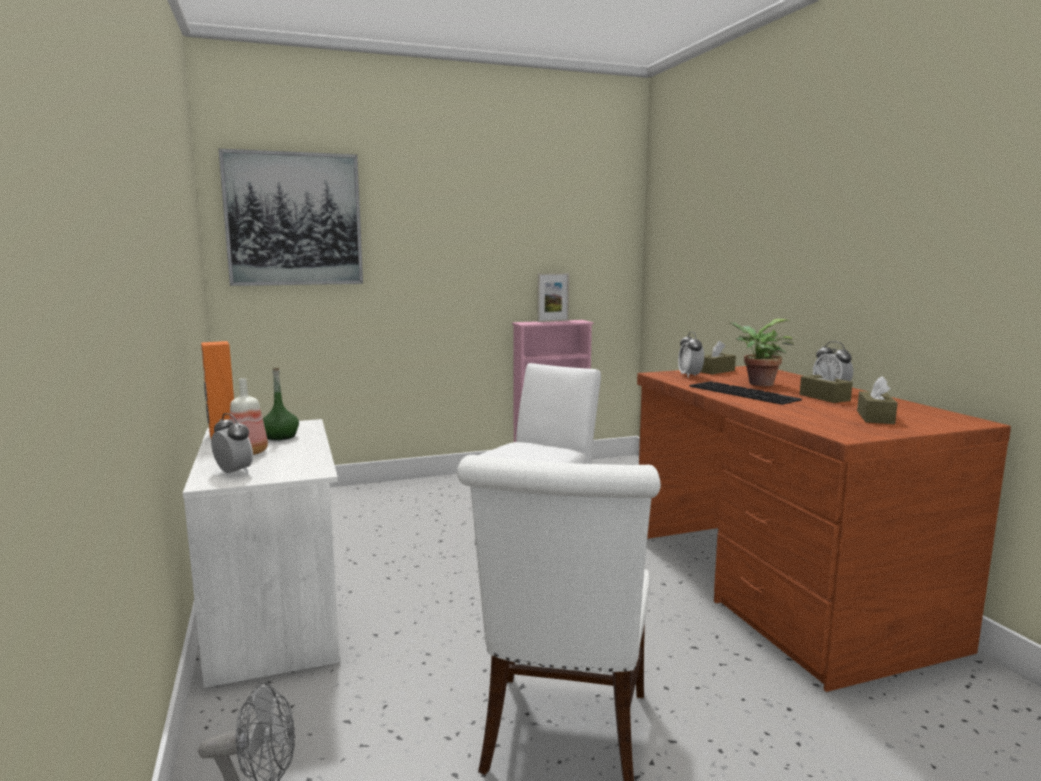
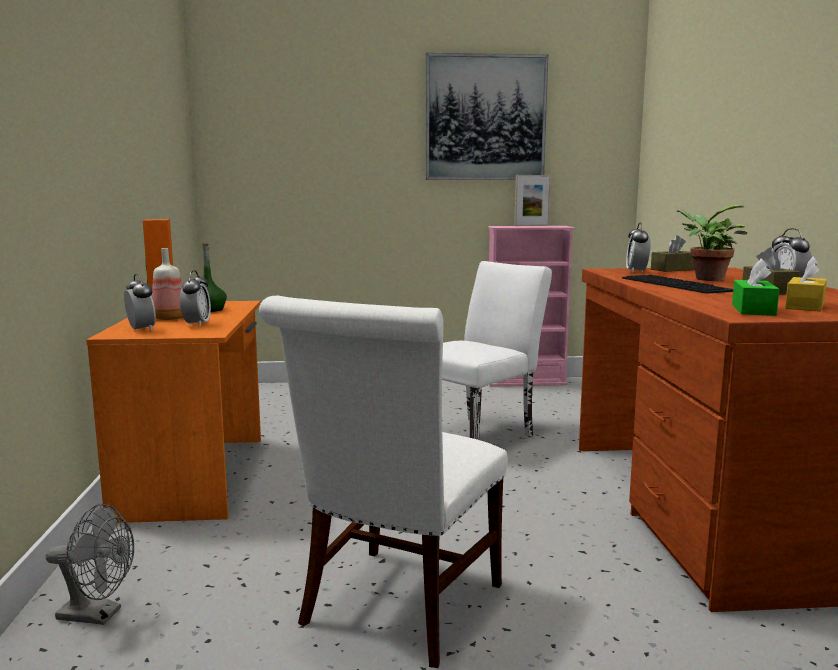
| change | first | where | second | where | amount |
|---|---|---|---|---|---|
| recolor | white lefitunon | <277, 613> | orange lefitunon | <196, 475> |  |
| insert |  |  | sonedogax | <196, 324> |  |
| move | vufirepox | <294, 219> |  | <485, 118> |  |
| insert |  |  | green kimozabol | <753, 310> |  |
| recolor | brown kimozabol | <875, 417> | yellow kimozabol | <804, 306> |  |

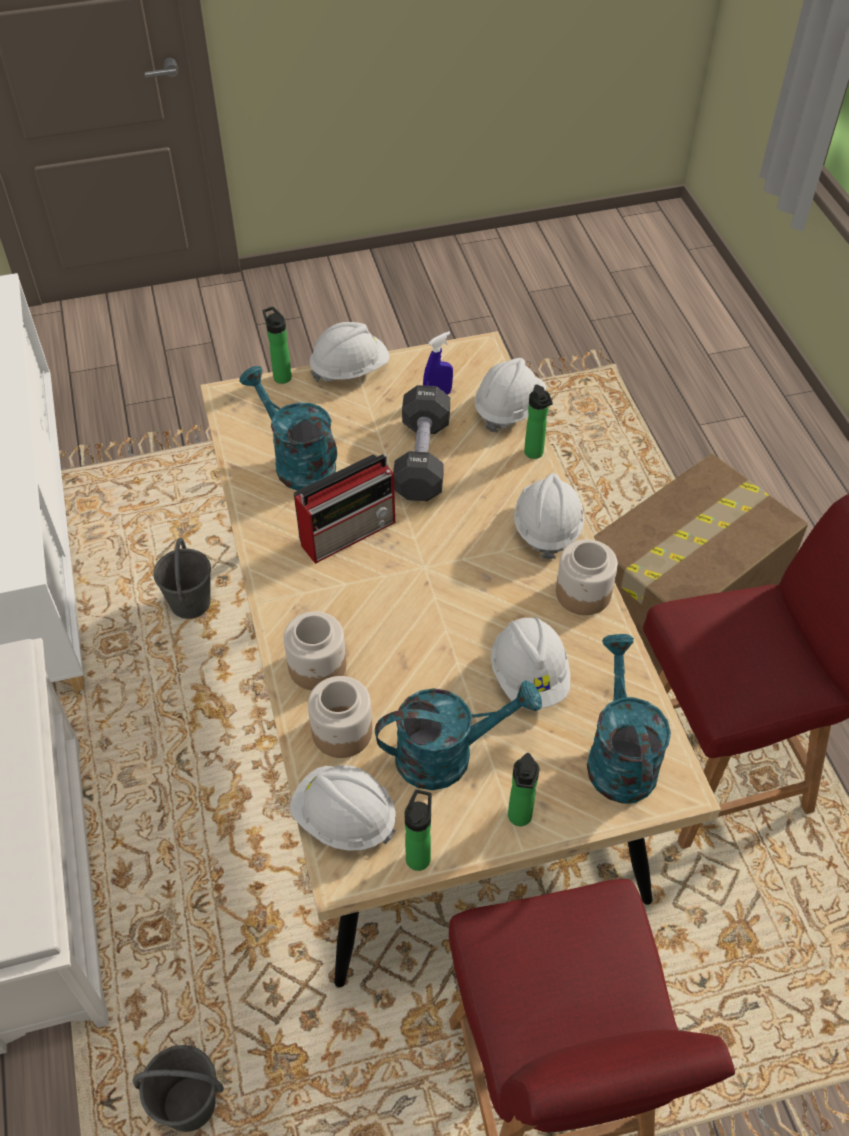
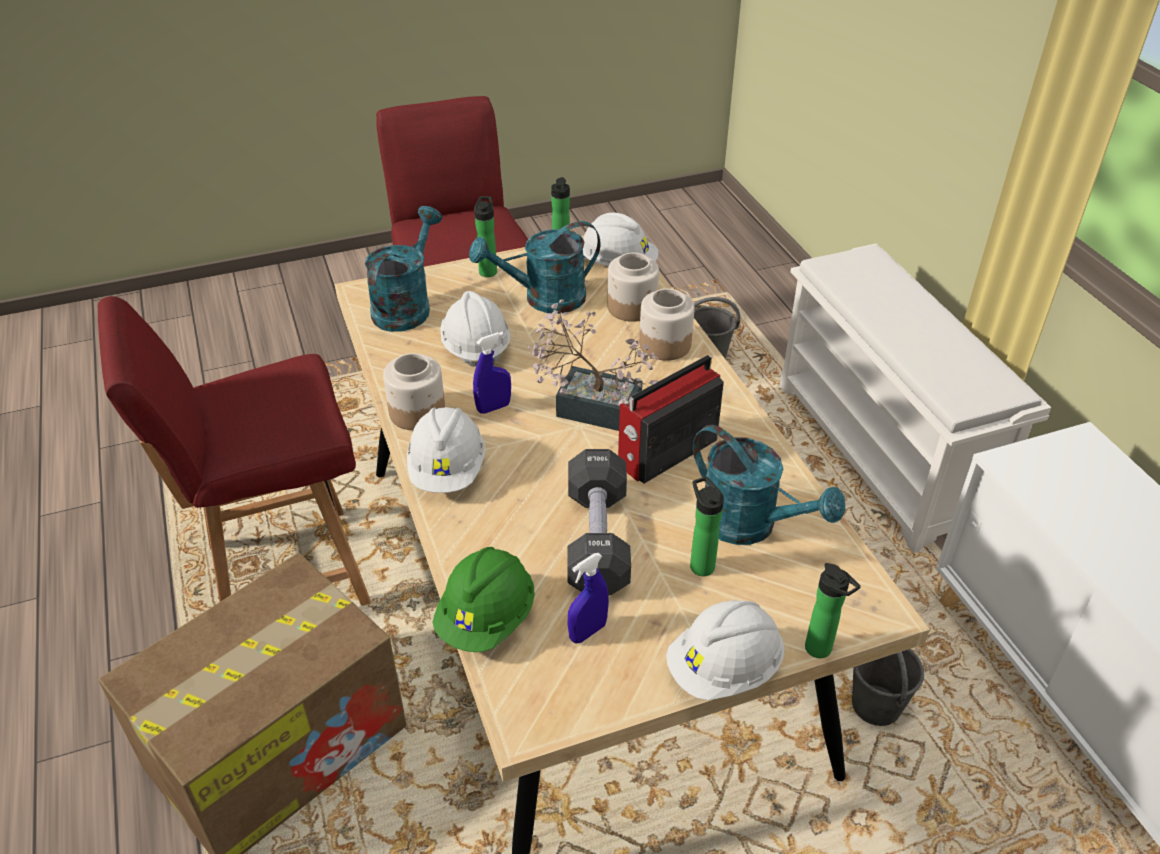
| change | first | where | second | where | amount |
|---|---|---|---|---|---|
| rotate | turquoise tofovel | <619, 755> |  | <406, 306> | 150 degrees counterclockwise |
| recolor | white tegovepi | <508, 408> | green tegovepi | <487, 619> |  |
| insert |  |  | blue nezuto | <493, 407> |  |
| insert |  |  | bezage | <589, 406> |  |
| move | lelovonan | <535, 454> |  | <700, 564> |  |

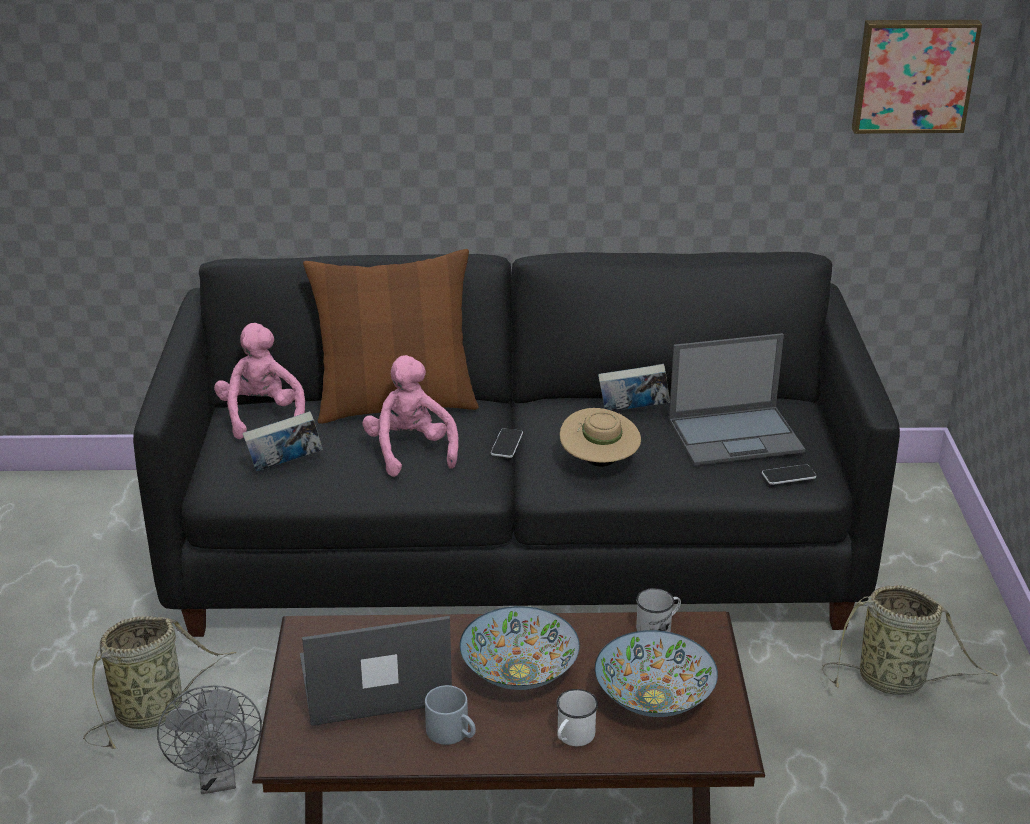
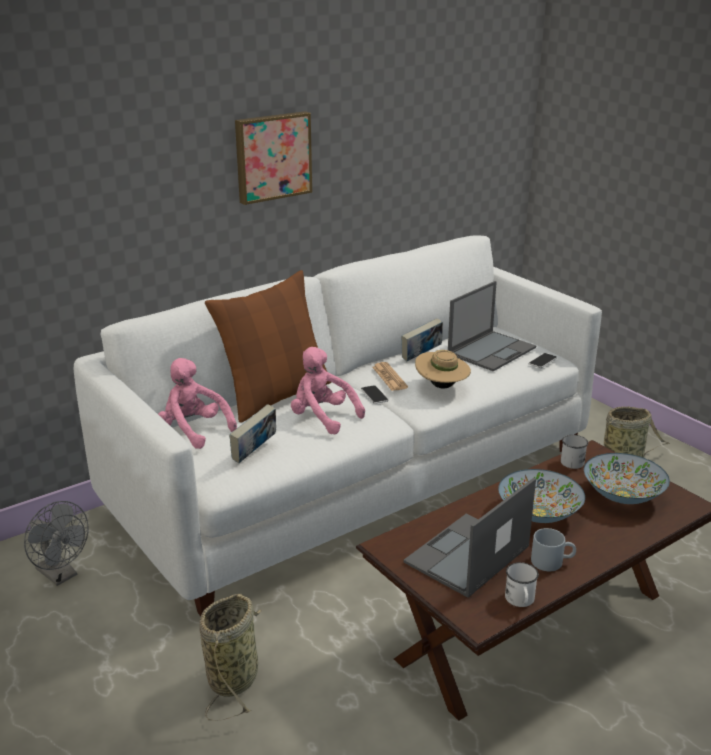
| change | first | where | second | where | amount |
|---|---|---|---|---|---|
| move | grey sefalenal | <218, 779> |  | <61, 575> |  |
| recolor | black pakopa | <516, 550> | white pakopa | <356, 481> |  |
| move | vufirepox | <913, 75> |  | <272, 156> |  |
| insert |  |  | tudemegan | <389, 377> |  |
| move | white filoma | <572, 737> |  | <520, 601> |  |

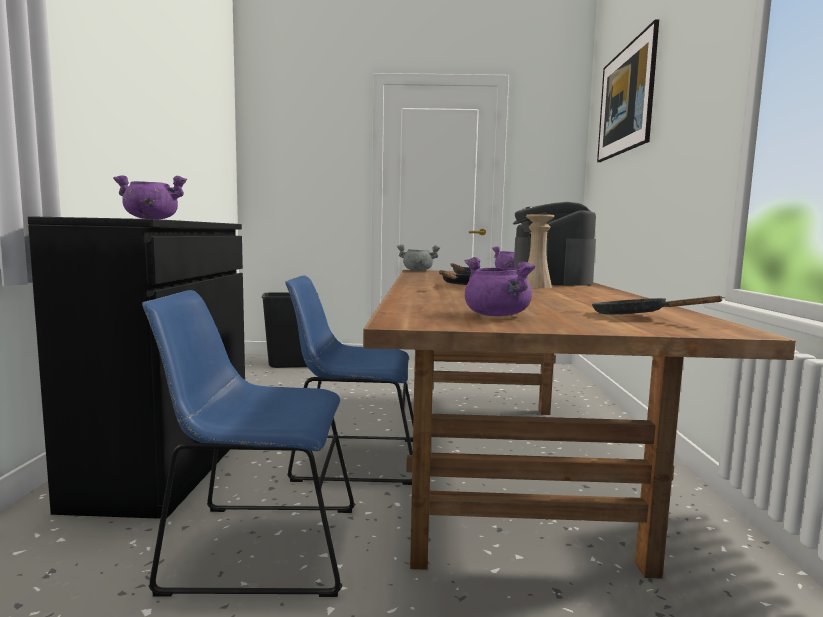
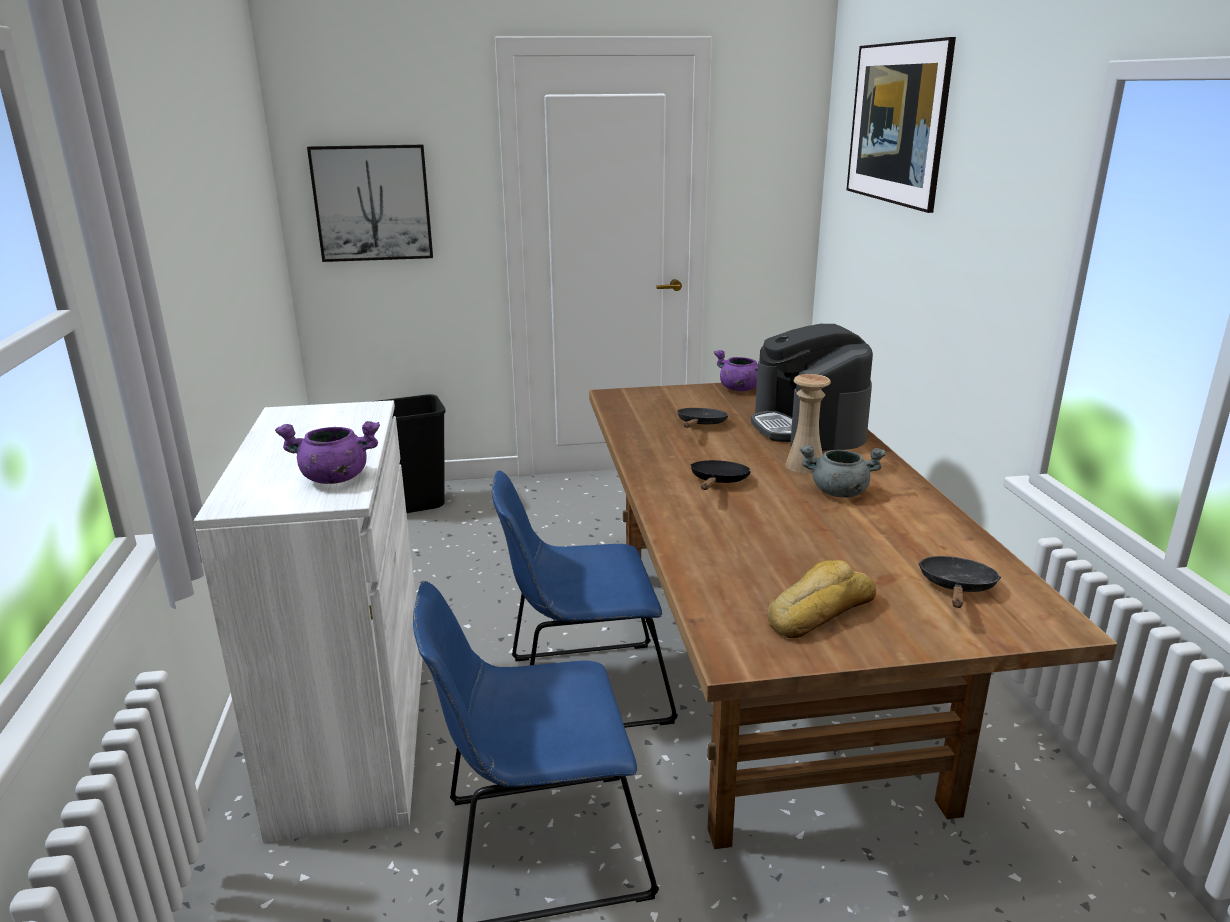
| change | first | where | second | where | amount |
|---|---|---|---|---|---|
| recolor | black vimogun | <165, 465> | white vimogun | <353, 738> |  |
| insert |  |  | vufirepox | <372, 203> |  |
| replace | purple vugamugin | <497, 315> | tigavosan | <817, 611> |  |
| move | grey vugamugin | <417, 271> |  | <838, 492> |  |
| rotate | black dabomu | <636, 316> |  | <956, 588> | 75 degrees clockwise |

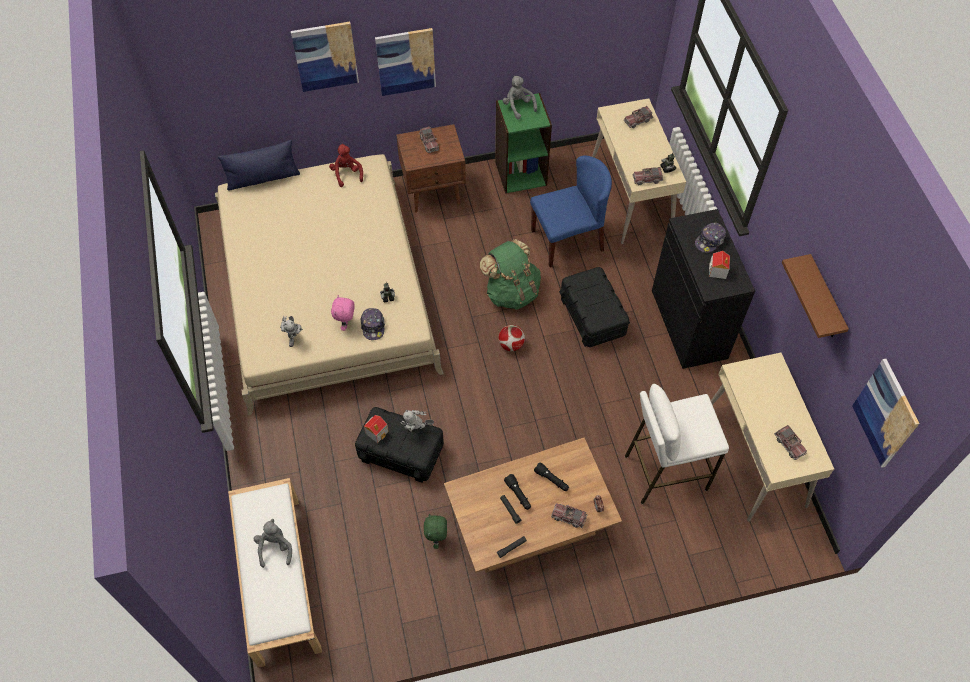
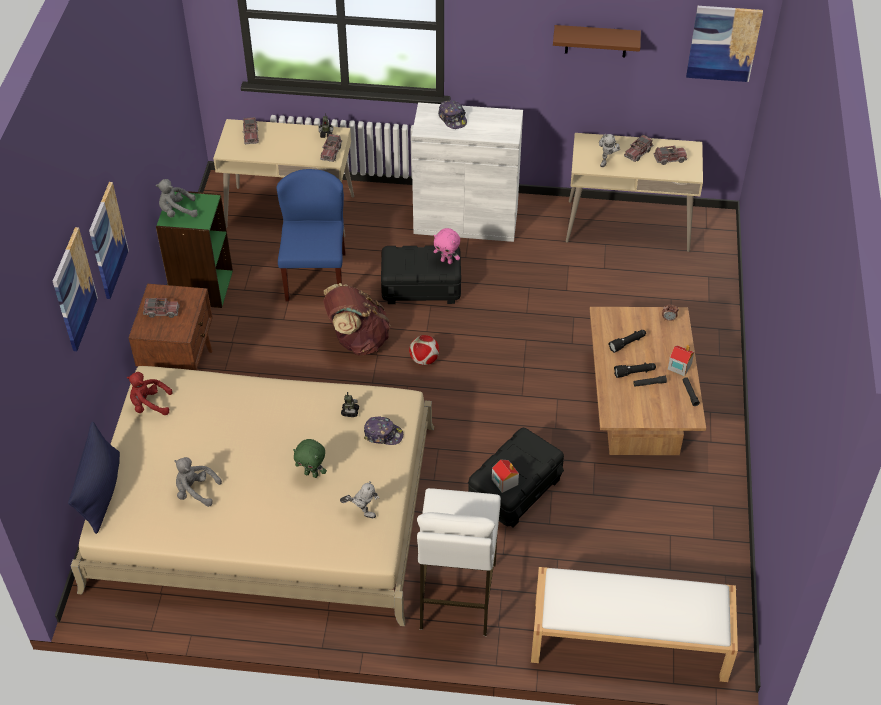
| change | first | where | second | where | amount |
|---|---|---|---|---|---|
| move | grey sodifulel | <275, 547> |  | <195, 491> |  |
| move | green sodifulel | <437, 538> |  | <312, 474> |  |
| recolor | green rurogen | <511, 292> | brown rurogen | <357, 340> |  |
| recolor | black vimogun | <689, 324> | white vimogun | <466, 220> |  |
| move | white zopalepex | <665, 471> |  | <456, 596> |  |
| move | pink sodifulel | <346, 324> |  | <447, 261> |  |
| move | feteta | <417, 430> |  | <607, 160> |  |
| move | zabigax | <568, 517> |  | <638, 153> |  |
| move | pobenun | <717, 270> |  | <679, 366> |  |

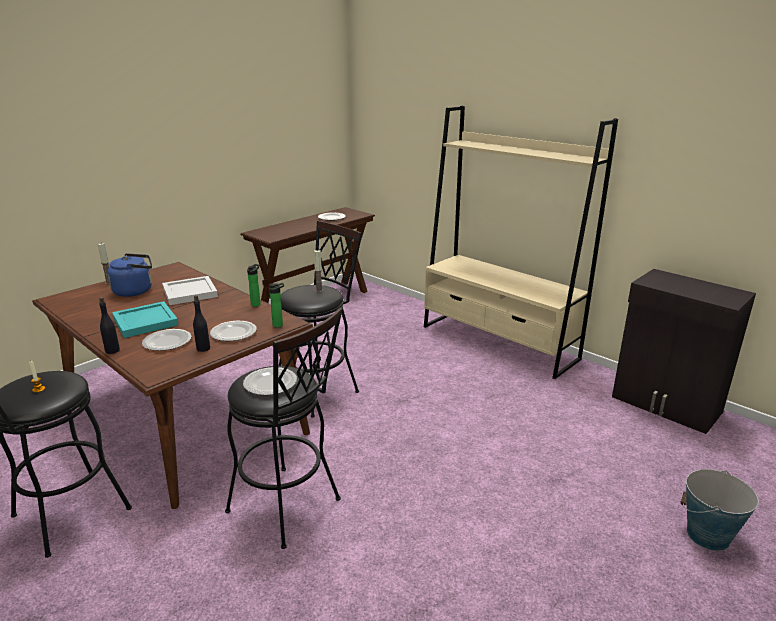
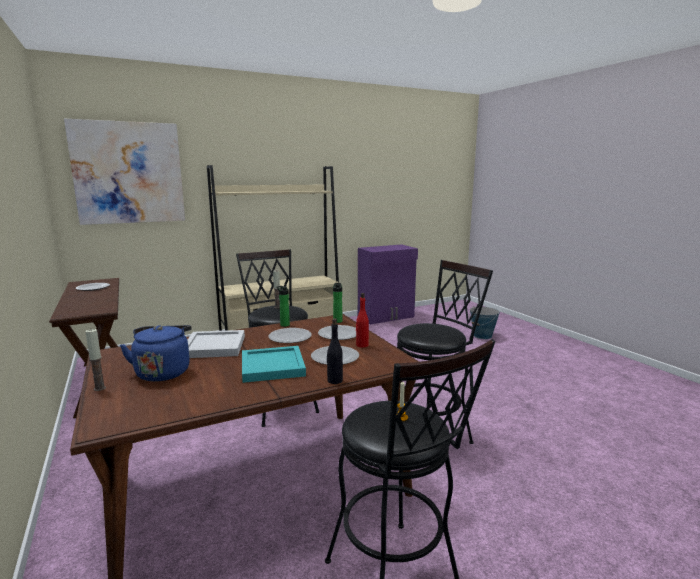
| change | first | where | second | where | amount |
|---|---|---|---|---|---|
| insert |  |  | vufirepox | <129, 173> |  |
| move | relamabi | <271, 383> |  | <290, 337> |  |
| recolor | black lelovonan | <203, 348> | red lelovonan | <362, 345> |  |
| recolor | black vimogun | <666, 405> | purple vimogun | <386, 317> |  |

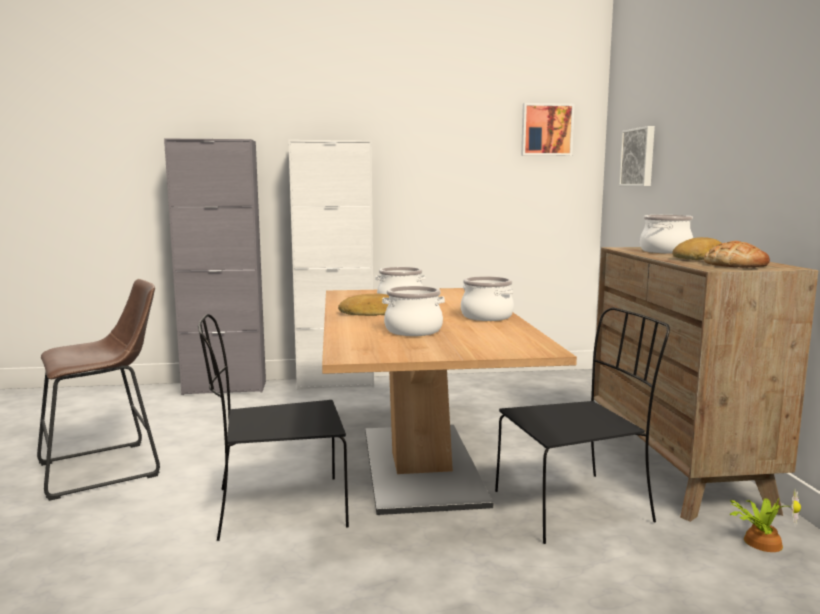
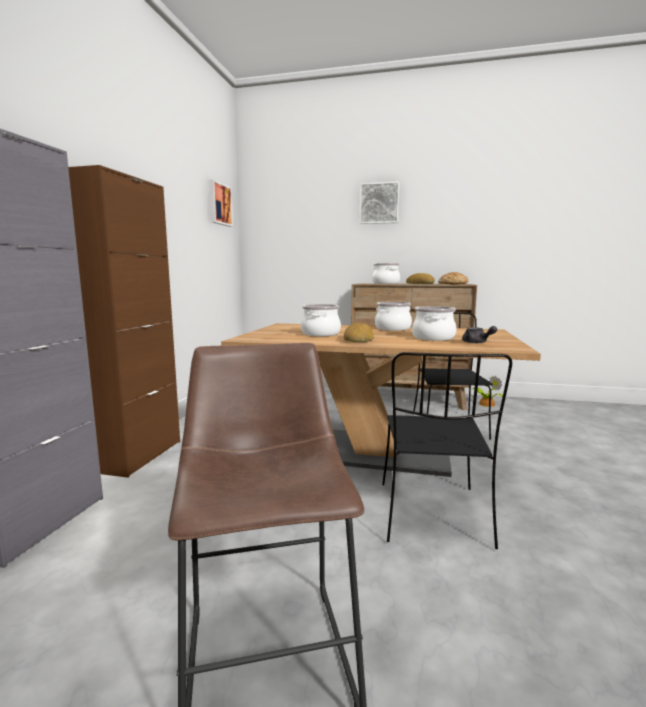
| change | first | where | second | where | amount |
|---|---|---|---|---|---|
| recolor | white vimogun | <335, 383> | brown vimogun | <140, 456> |  |
| move | vufirepox | <639, 157> |  | <379, 203> |  |
| insert |  |  | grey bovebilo | <477, 343> |  |

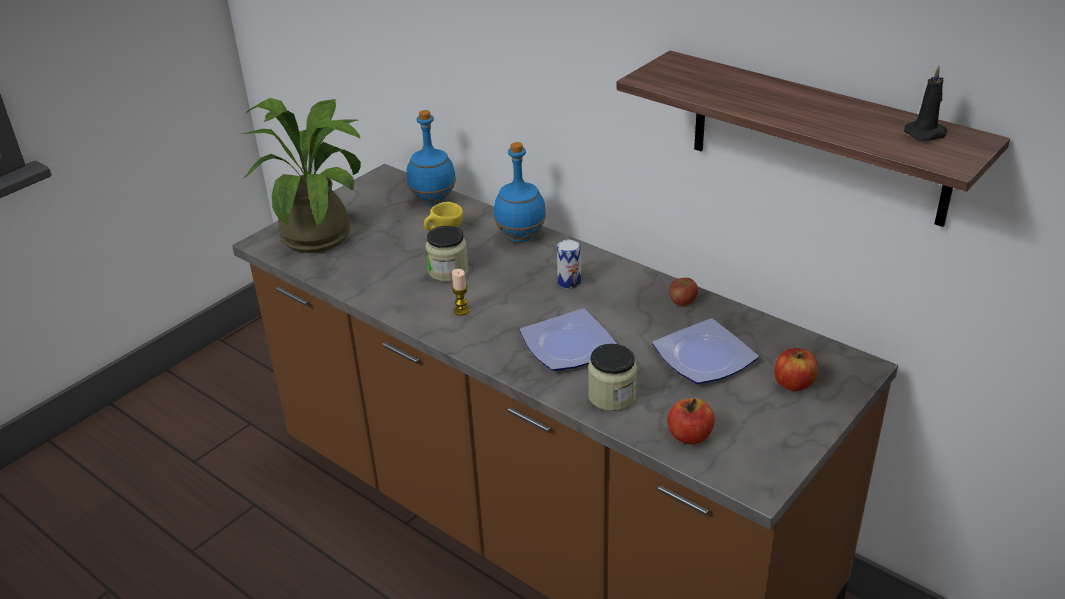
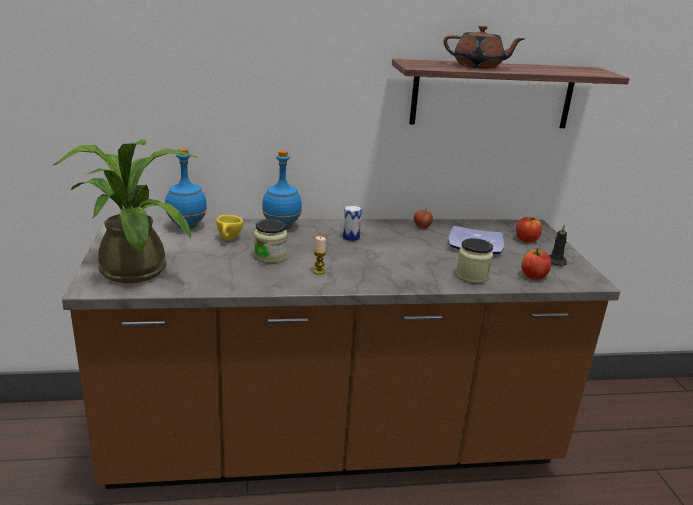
| change | first | where | second | where | amount |
|---|---|---|---|---|---|
| insert |  |  | brown bovebilo | <478, 66> |  |
| move | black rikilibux | <926, 133> |  | <555, 261> |  |
| delete | relamabi | <569, 344> |  |  |  |

